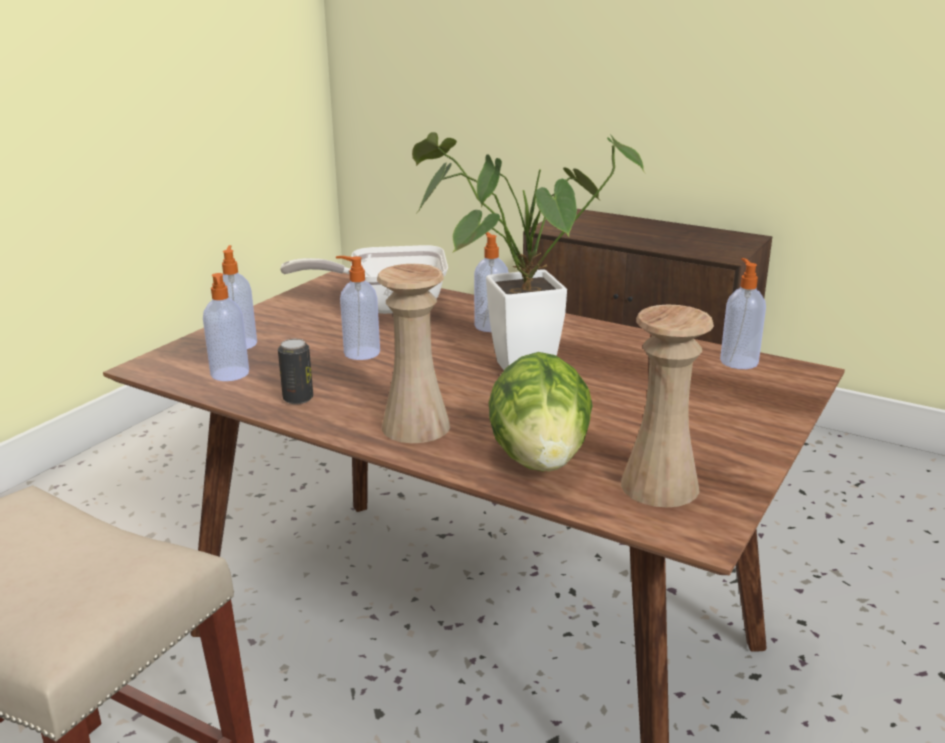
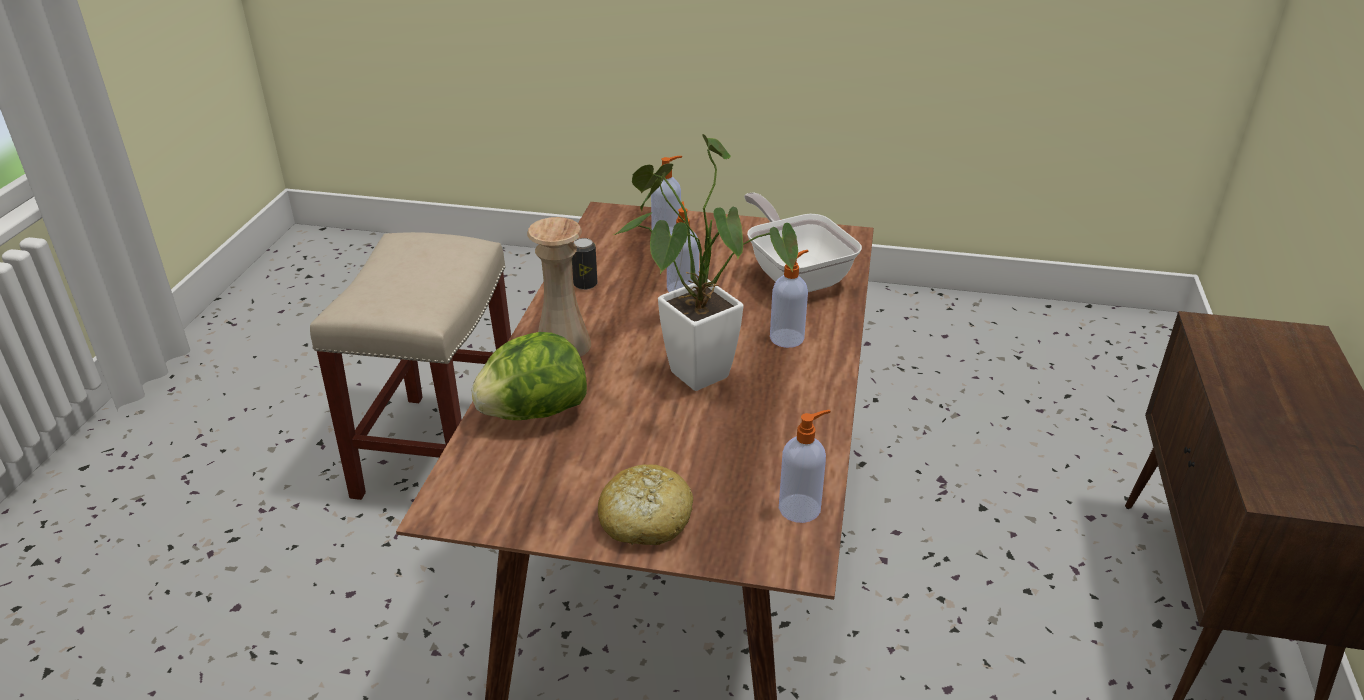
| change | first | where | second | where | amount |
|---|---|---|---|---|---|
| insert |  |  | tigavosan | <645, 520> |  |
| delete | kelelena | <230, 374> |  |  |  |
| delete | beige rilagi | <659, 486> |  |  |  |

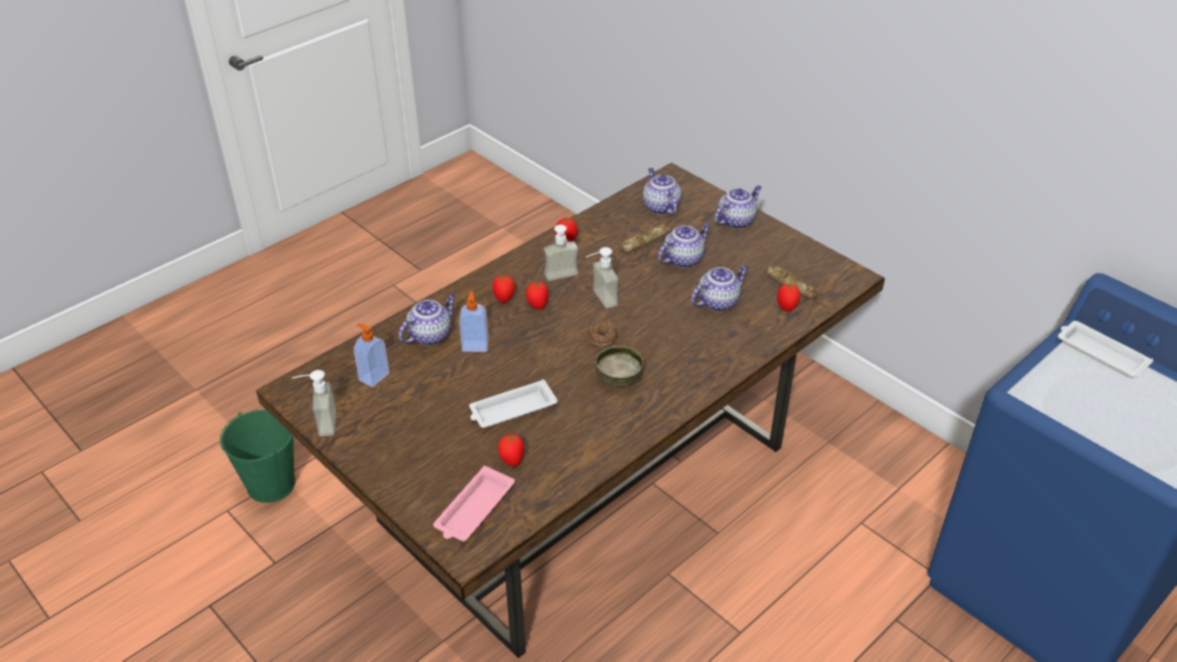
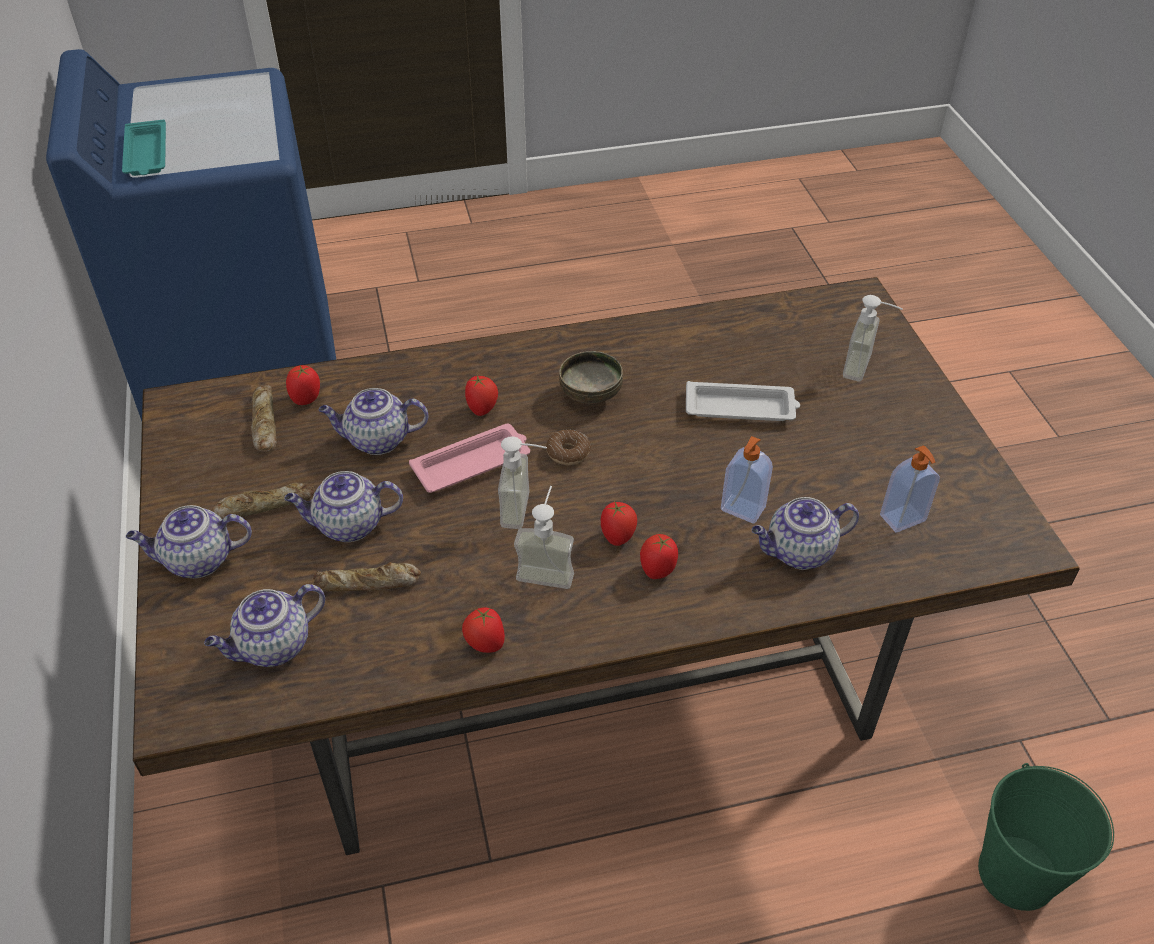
| change | first | where | second | where | amount |
|---|---|---|---|---|---|
| recolor | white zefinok | <1100, 353> | turquoise zefinok | <146, 155> |  |
| rotate | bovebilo | <660, 207> |  | <273, 647> | 45 degrees clockwise |
| insert |  |  | tigavosan | <265, 505> |  |
| move | pink zefinok | <474, 509> |  | <473, 463> |  |
| move | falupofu | <511, 460> |  | <482, 409> |  |
| move | kelelena | <319, 423> |  | <866, 368> |  |

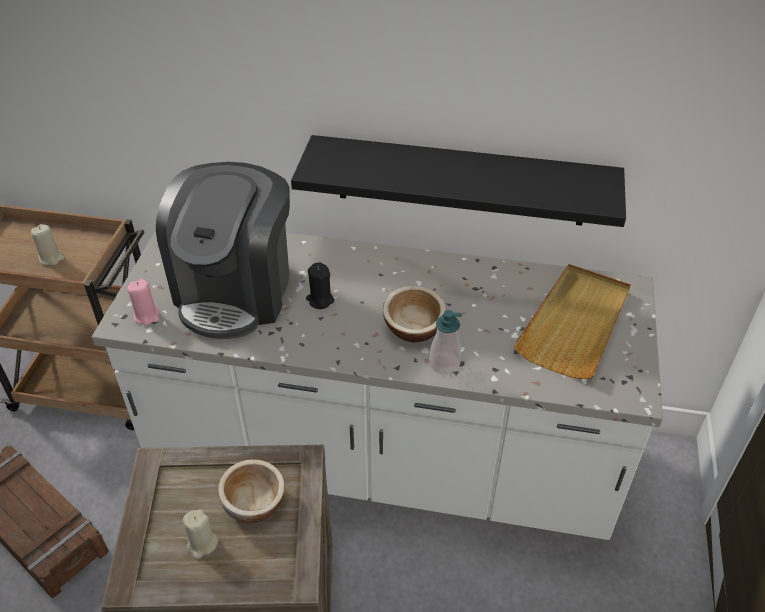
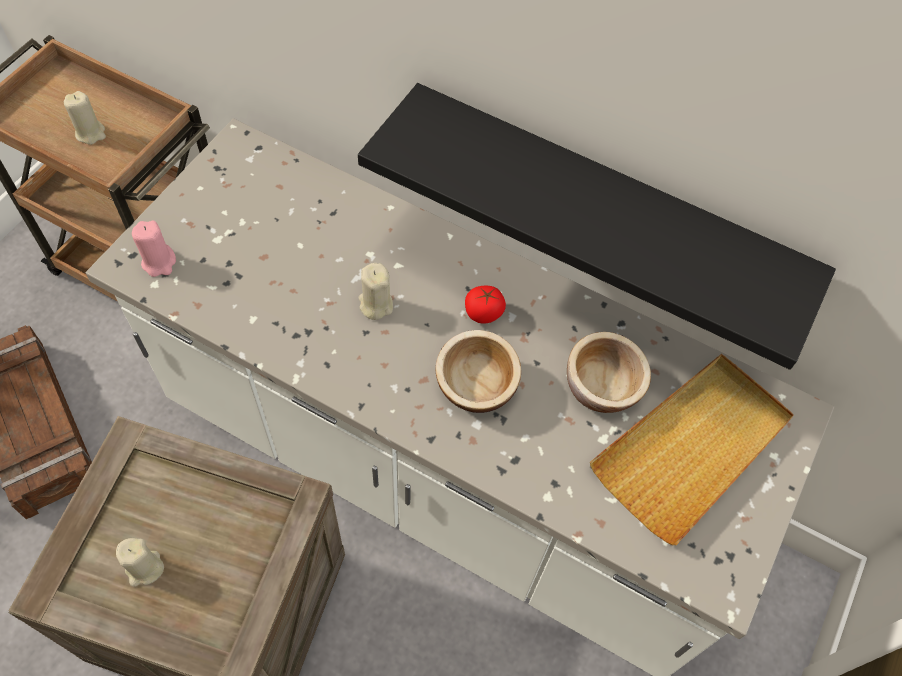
| change | first | where | second | where | amount |
|---|---|---|---|---|---|
| recolor | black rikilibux | <320, 300> | beige rikilibux | <375, 304> |  |
| insert |  |  | falupofu | <484, 312> |  |
| move | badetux | <254, 503> |  | <601, 386> |  |
| delete | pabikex | <236, 291> |  |  |  |
| delete | kelelena | <444, 364> |  |  |  |

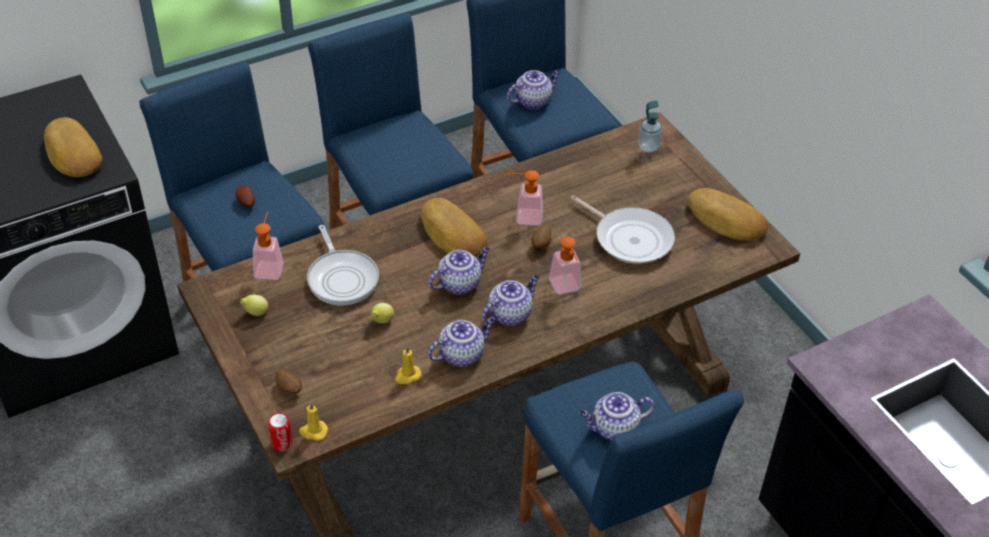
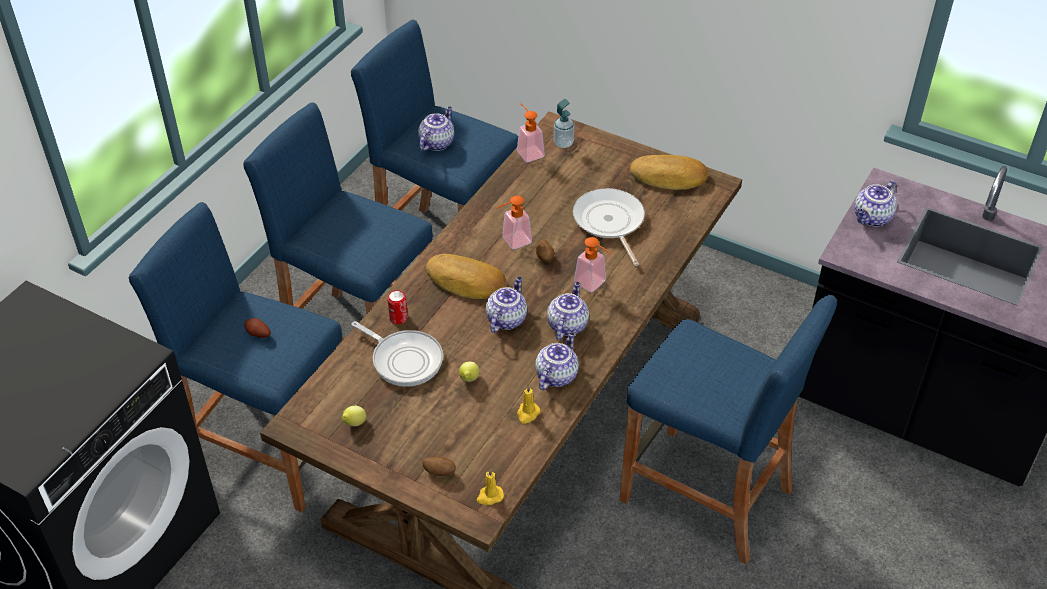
| change | first | where | second | where | amount |
|---|---|---|---|---|---|
| move | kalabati | <282, 443> |  | <398, 318> |  |
| move | kelelena | <270, 266> |  | <528, 151> |  |
| rotate | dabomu | <630, 238> |  | <609, 222> | 120 degrees counterclockwise |
| move | bovebilo | <614, 428> |  | <872, 218> |  |
| delete | tigavosan | <72, 154> |  |  |  |

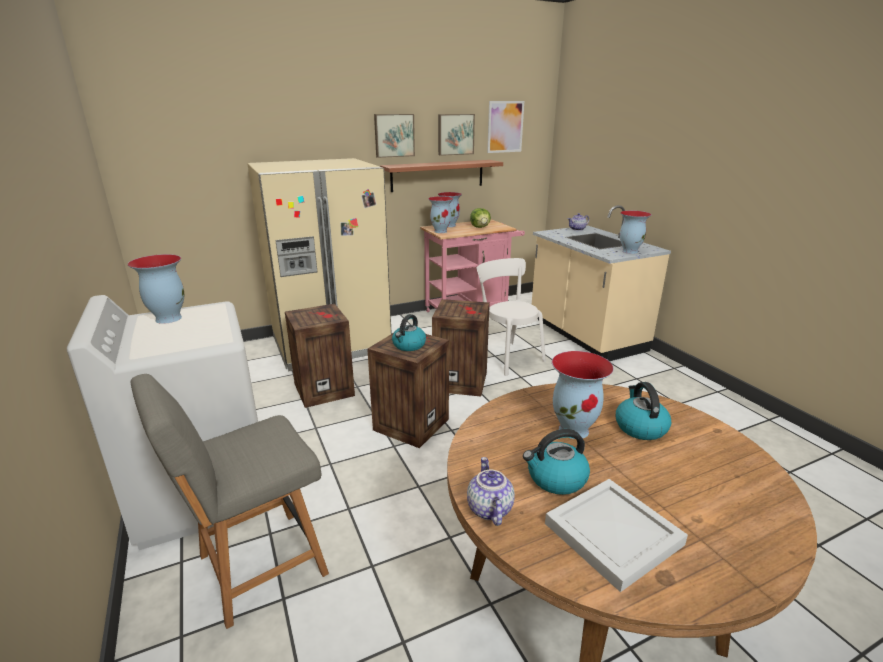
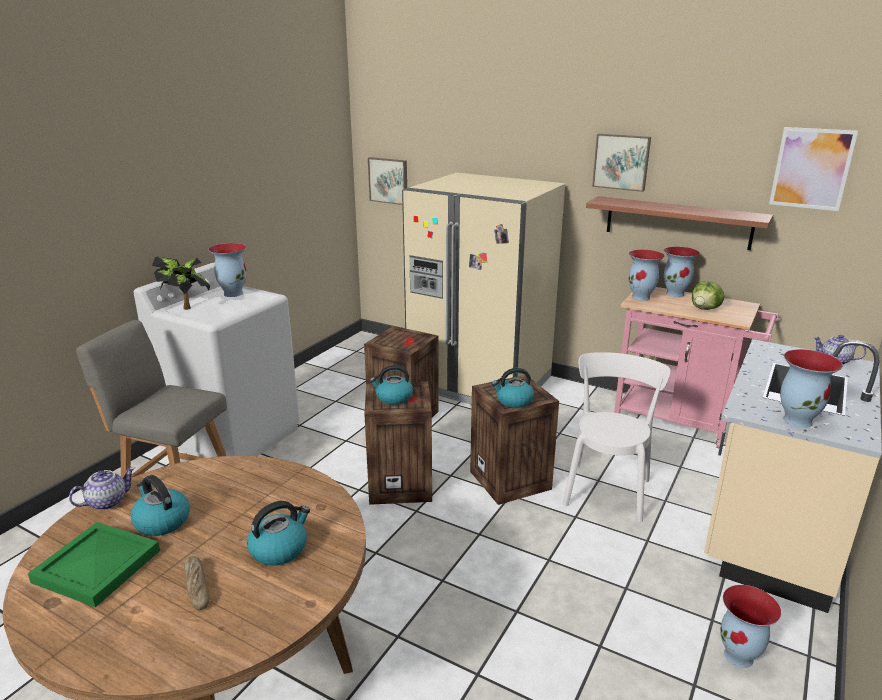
| change | first | where | second | where | amount |
|---|---|---|---|---|---|
| recolor | white zefinok | <615, 534> | green zefinok | <97, 567> |  |
| insert |  |  | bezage | <186, 306> |  |
| insert |  |  | tigavosan | <197, 587> |  |
| move | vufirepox | <455, 134> |  | <389, 180> |  |
| insert |  |  | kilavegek | <513, 400> |  |
| move | rilagi | <574, 429> |  | <739, 656> |  |

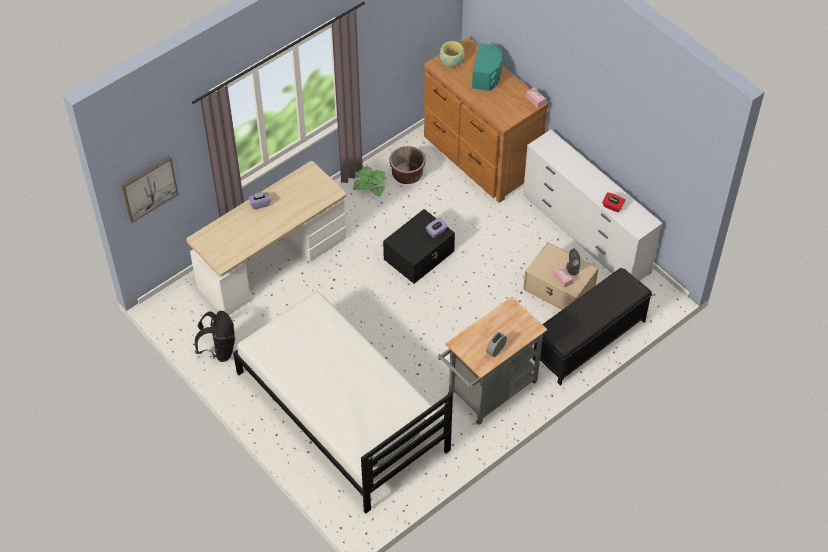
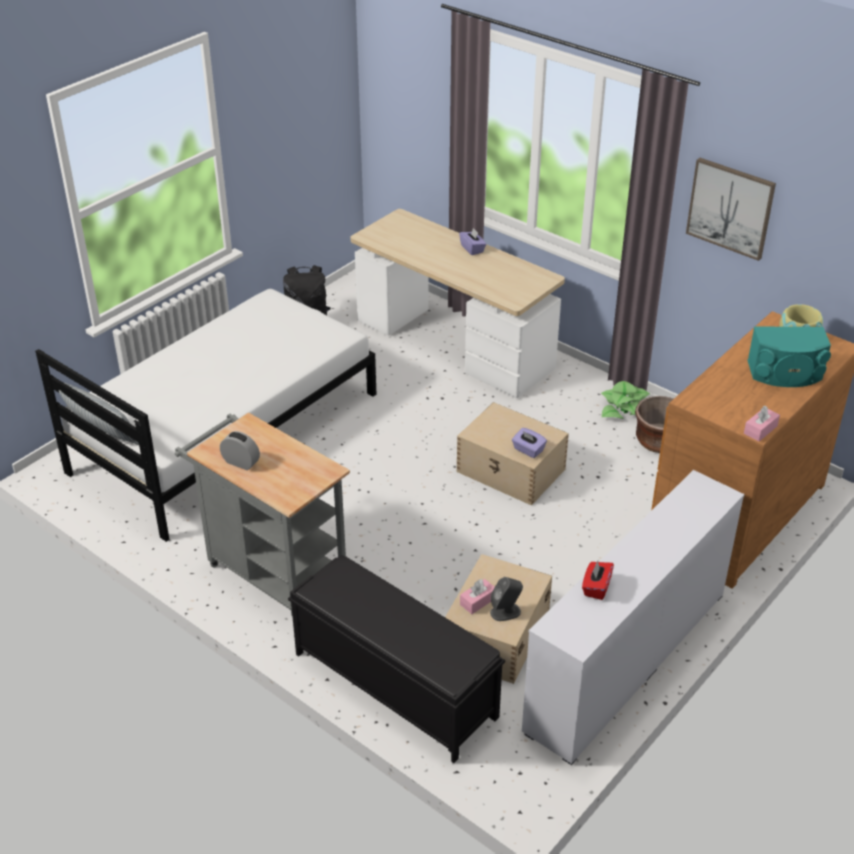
| change | first | where | second | where | amount |
|---|---|---|---|---|---|
| recolor | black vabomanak | <419, 255> | beige vabomanak | <511, 471> |  |
| move | vufirepox | <149, 188> |  | <730, 208> |  |

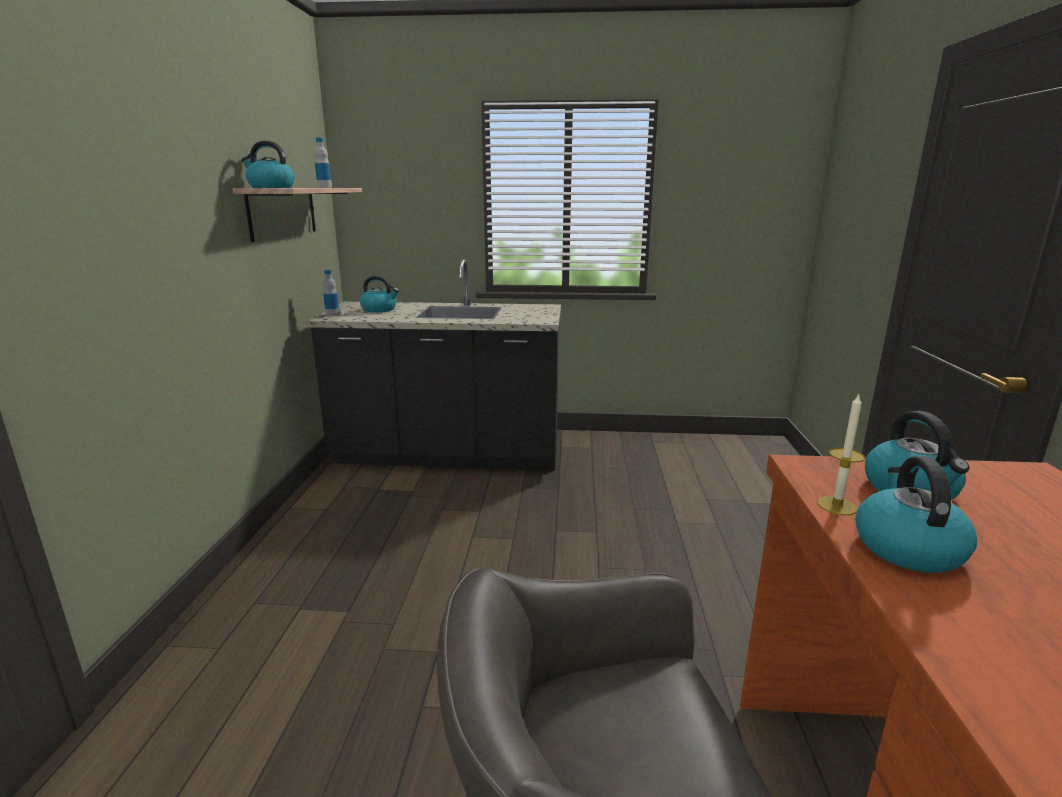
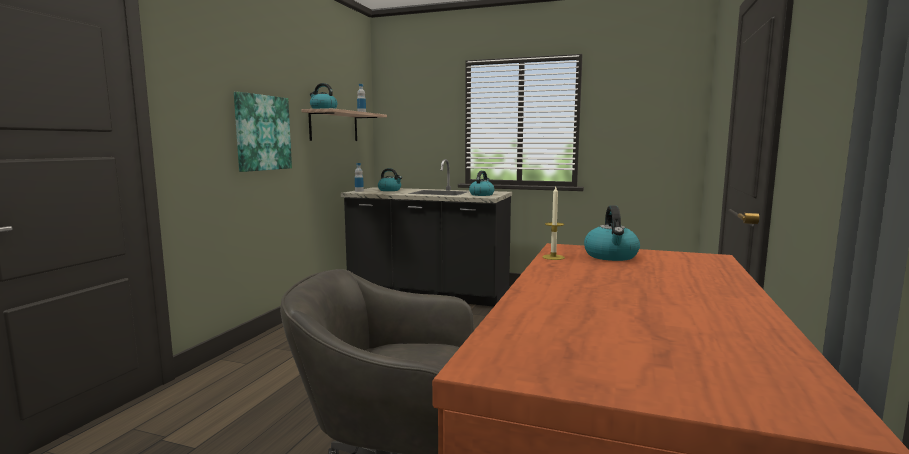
| change | first | where | second | where | amount |
|---|---|---|---|---|---|
| insert |  |  | vufirepox | <262, 133> |  |
| move | kilavegek | <906, 547> |  | <481, 194> |  |

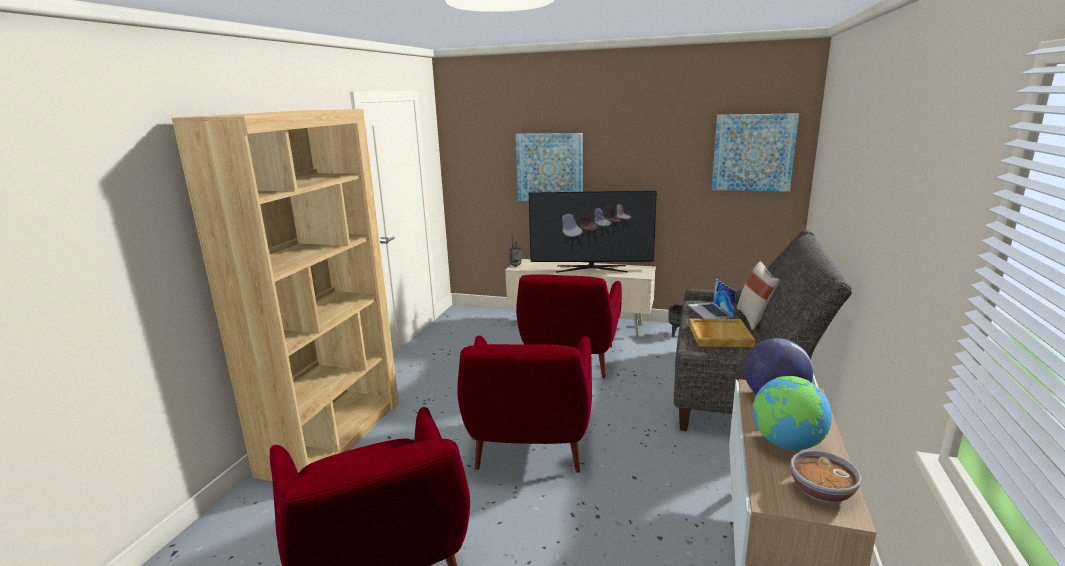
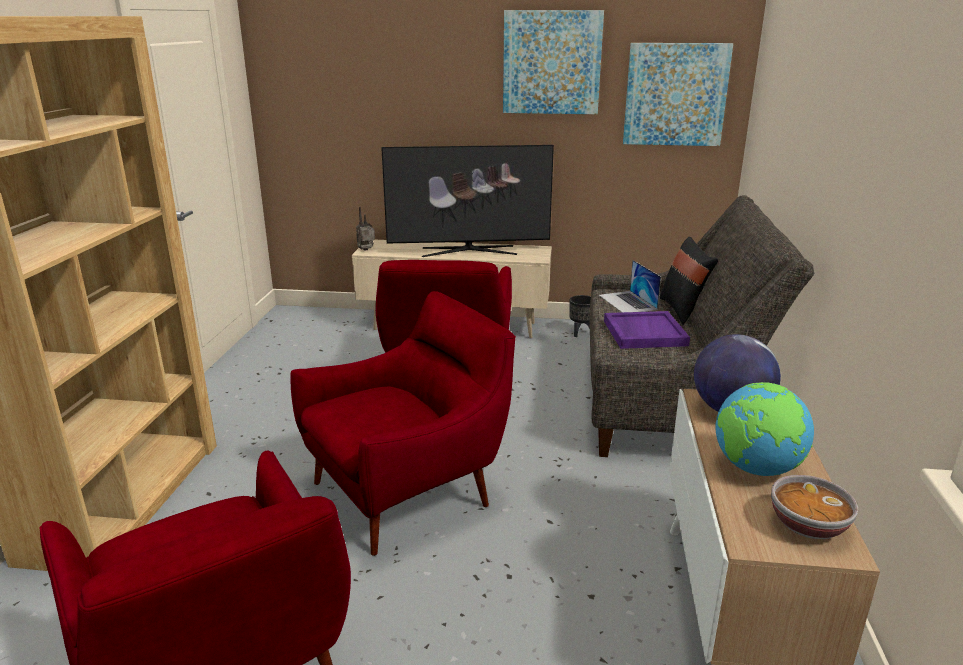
| change | first | where | second | where | amount |
|---|---|---|---|---|---|
| rotate | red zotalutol | <530, 446> |  | <408, 491> | 120 degrees counterclockwise |
| move | vufirepox | <549, 167> |  | <552, 63> |  |
| recolor | beige zefinok | <719, 335> | purple zefinok | <643, 333> |  |
| recolor | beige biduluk | <754, 319> | black biduluk | <683, 310> |  |

